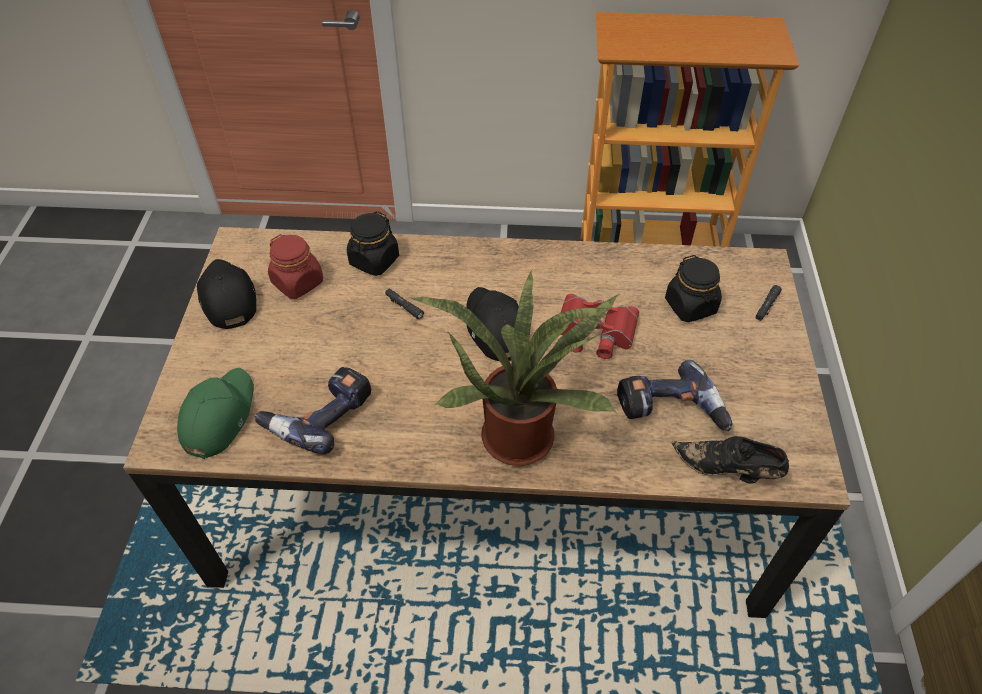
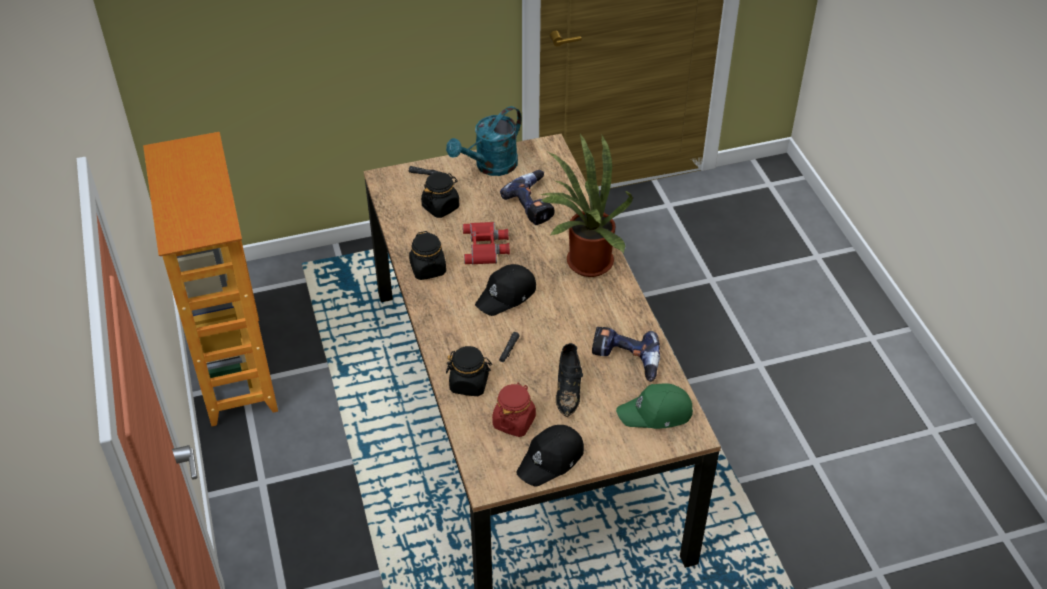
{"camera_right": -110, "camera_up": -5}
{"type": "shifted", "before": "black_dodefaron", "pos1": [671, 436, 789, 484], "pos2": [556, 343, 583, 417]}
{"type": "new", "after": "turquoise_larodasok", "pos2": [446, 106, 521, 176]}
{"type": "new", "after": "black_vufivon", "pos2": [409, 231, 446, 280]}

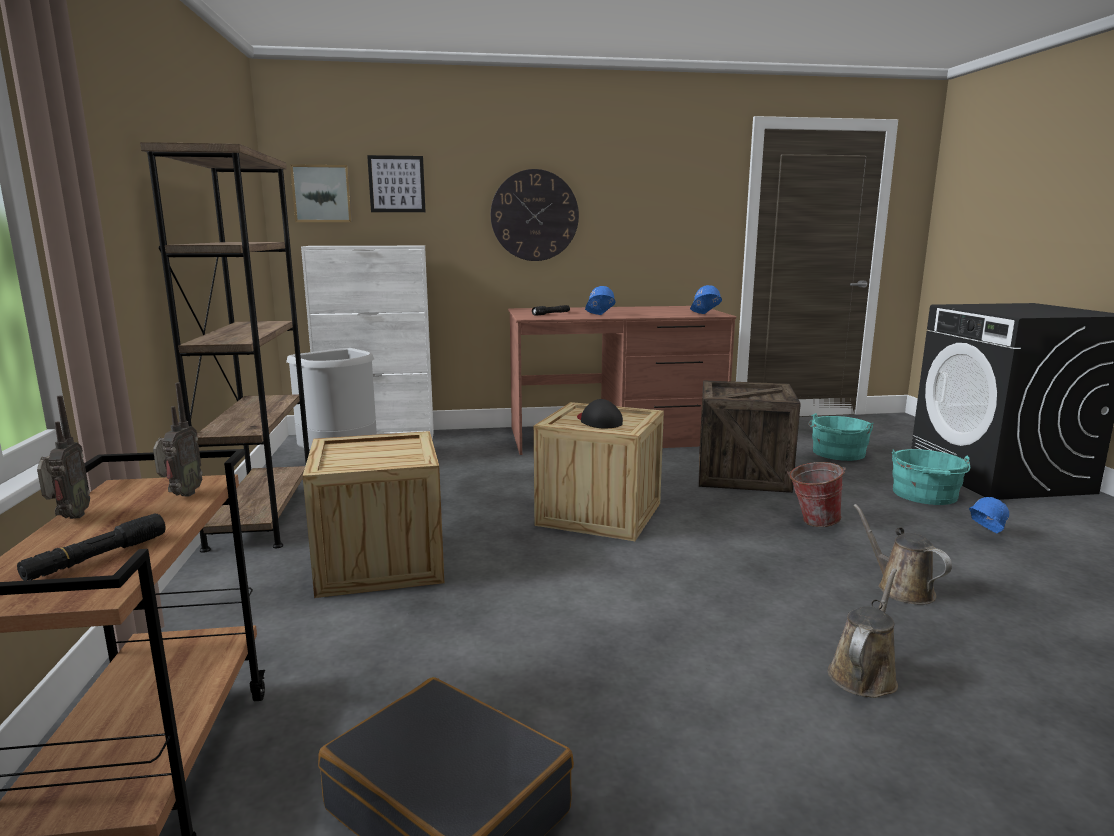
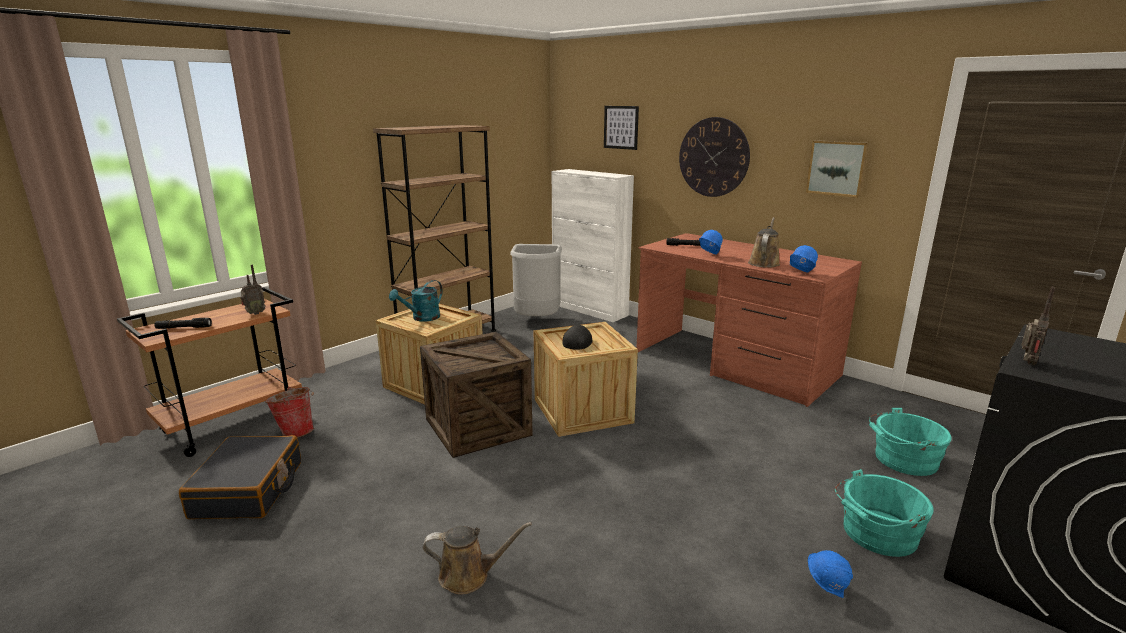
{"camera_right": 50, "camera_up": 5}
{"type": "shifted", "before": "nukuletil", "pos1": [290, 164, 352, 222], "pos2": [806, 140, 869, 198]}
{"type": "shifted", "before": "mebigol", "pos1": [699, 380, 801, 493], "pos2": [420, 332, 533, 458]}
{"type": "shifted", "before": "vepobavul", "pos1": [37, 395, 90, 519], "pos2": [1021, 287, 1055, 365]}
{"type": "shifted", "before": "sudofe", "pos1": [787, 462, 846, 527], "pos2": [265, 387, 314, 438]}
{"type": "shifted", "before": "brown_larodasok", "pos1": [853, 504, 952, 604], "pos2": [748, 217, 780, 268]}
{"type": "new", "after": "turquoise_larodasok", "pos2": [389, 280, 443, 322]}

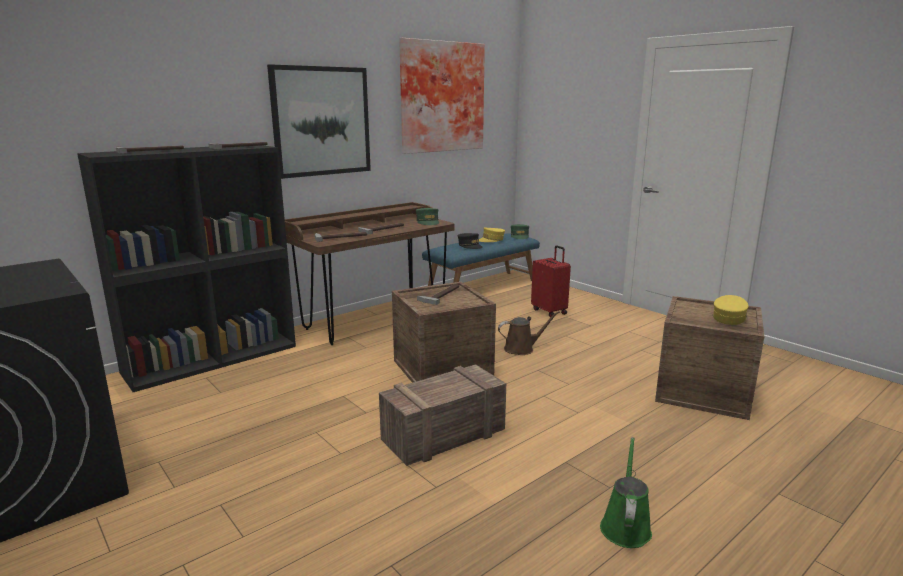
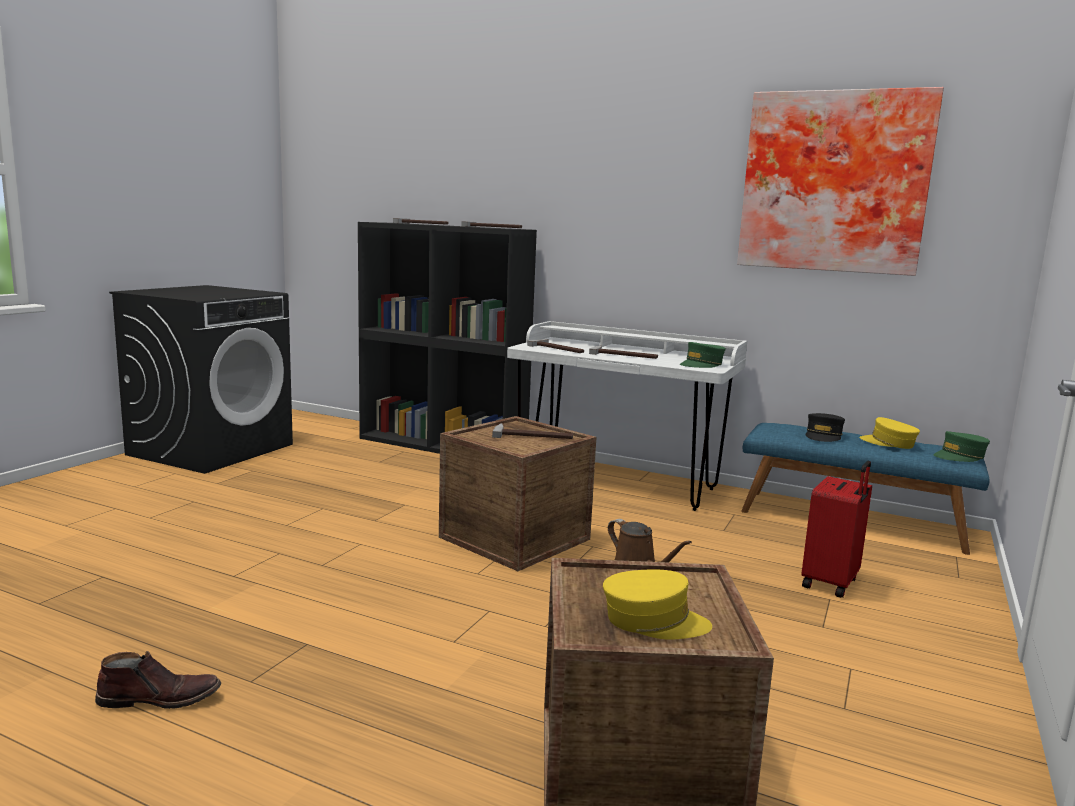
{"camera_right": 65, "camera_up": -5}
{"type": "gone", "before": "nukuletil", "pos1": [267, 64, 371, 179]}
{"type": "repainted", "before": "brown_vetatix", "after": "white_vetatix", "pos1": [285, 202, 455, 345], "pos2": [507, 321, 747, 511]}
{"type": "gone", "before": "mebigol", "pos1": [379, 364, 506, 466]}
{"type": "swapped", "before": "green_larodasok", "after": "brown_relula", "pos1": [600, 437, 652, 548], "pos2": [95, 651, 221, 709]}

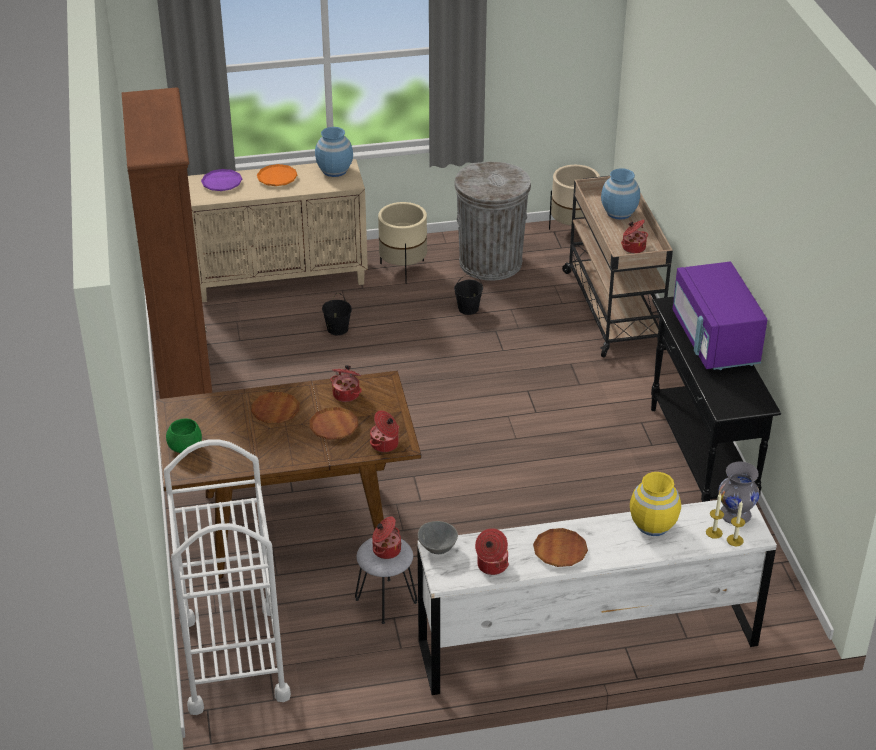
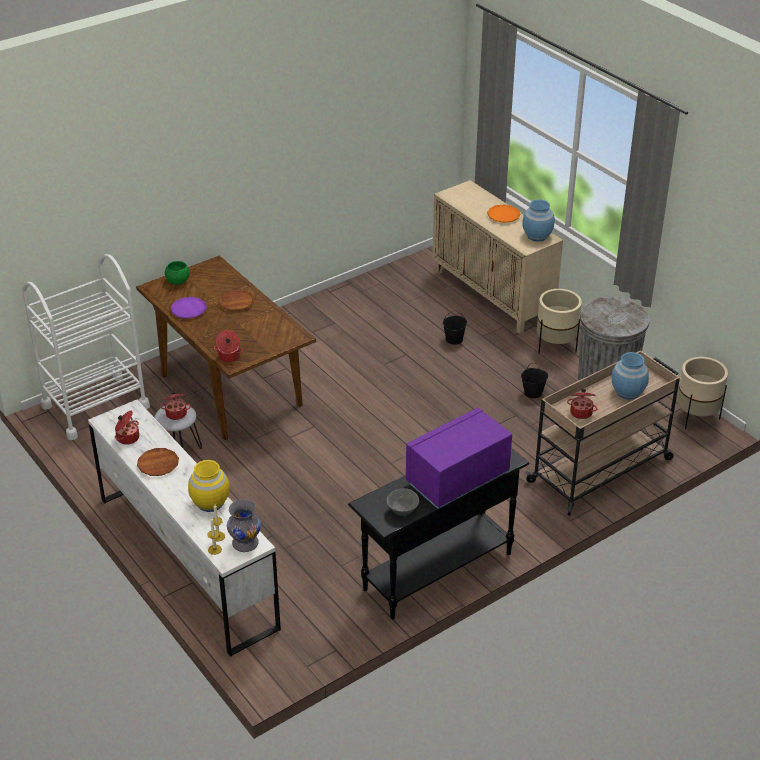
{"camera_right": 65, "camera_up": 0}
{"type": "gone", "before": "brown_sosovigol", "pos1": [121, 87, 212, 399]}
{"type": "shifted", "before": "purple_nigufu", "pos1": [201, 169, 242, 191], "pos2": [170, 297, 207, 319]}
{"type": "gone", "before": "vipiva", "pos1": [330, 365, 362, 402]}
{"type": "gone", "before": "brown_nigufu", "pos1": [309, 407, 358, 440]}
{"type": "shifted", "before": "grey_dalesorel", "pos1": [418, 521, 458, 554], "pos2": [387, 488, 419, 516]}

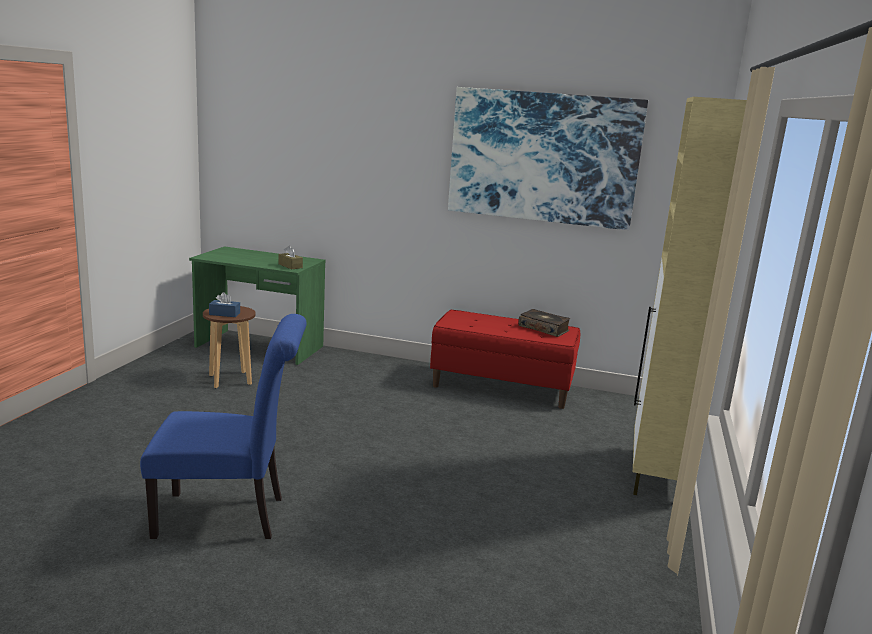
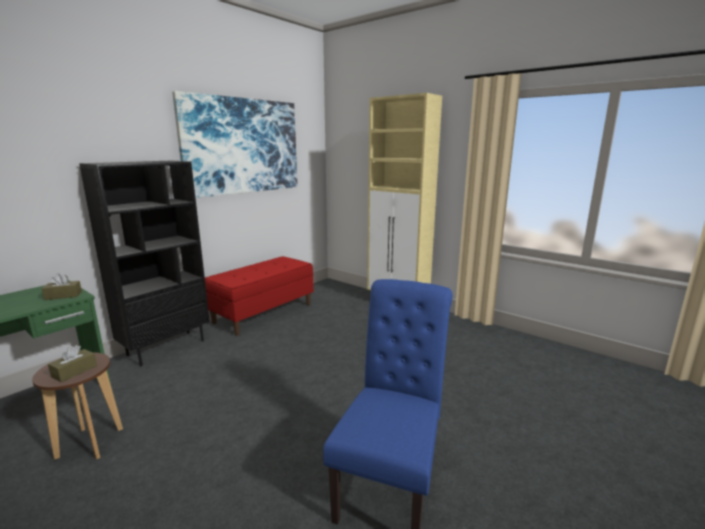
{"camera_right": -65, "camera_up": 0}
{"type": "repainted", "before": "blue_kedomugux", "after": "brown_kedomugux", "pos1": [209, 292, 240, 317], "pos2": [48, 345, 97, 382]}
{"type": "gone", "before": "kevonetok", "pos1": [518, 309, 570, 337]}
{"type": "new", "after": "black_sosovigol", "pos2": [79, 161, 210, 366]}

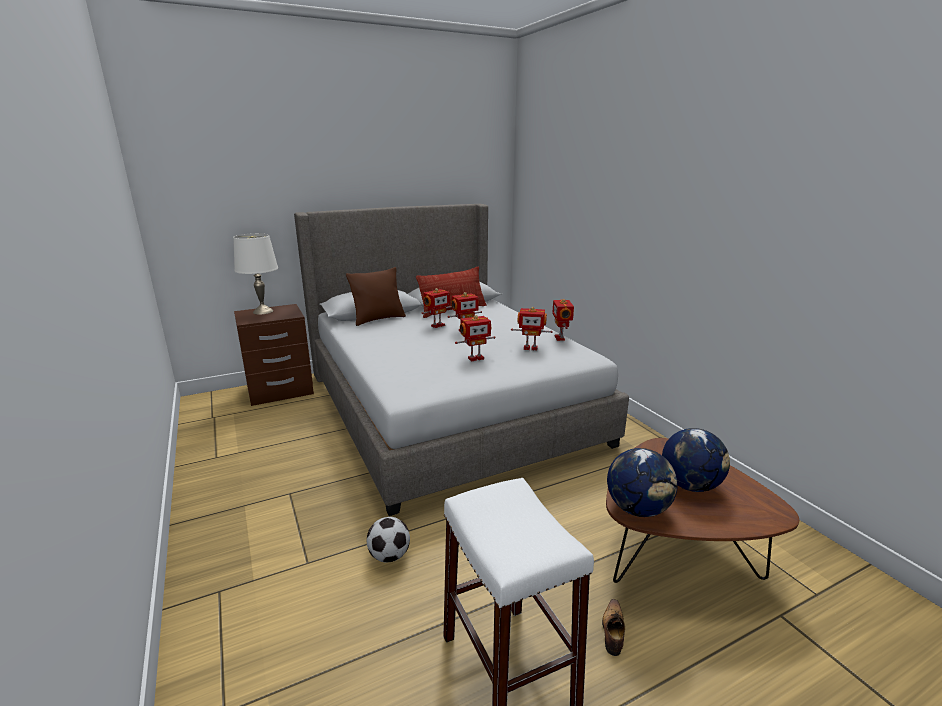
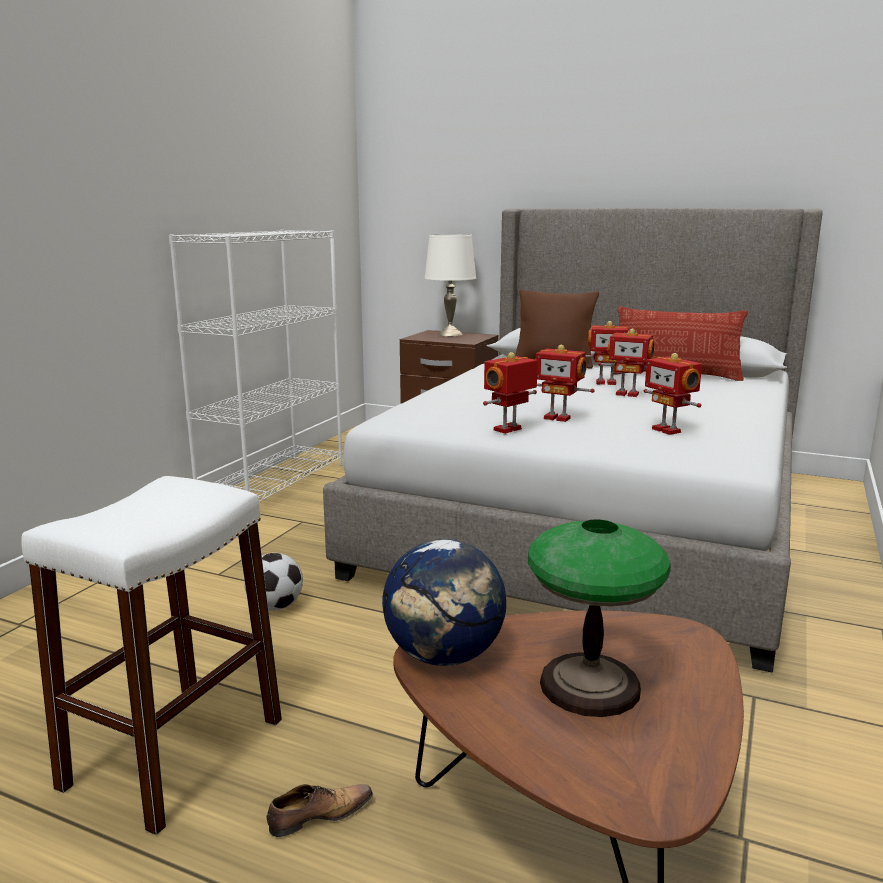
{"camera_right": 50, "camera_up": -5}
{"type": "shifted", "before": "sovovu", "pos1": [552, 299, 574, 341], "pos2": [483, 352, 538, 434]}
{"type": "swapped", "before": "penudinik", "after": "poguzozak", "pos1": [662, 428, 730, 492], "pos2": [528, 519, 671, 717]}
{"type": "new", "after": "white_sosovigol", "pos2": [169, 230, 343, 502]}

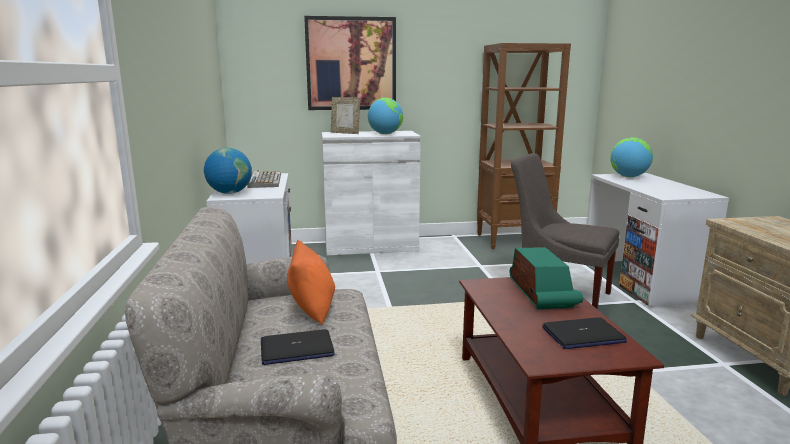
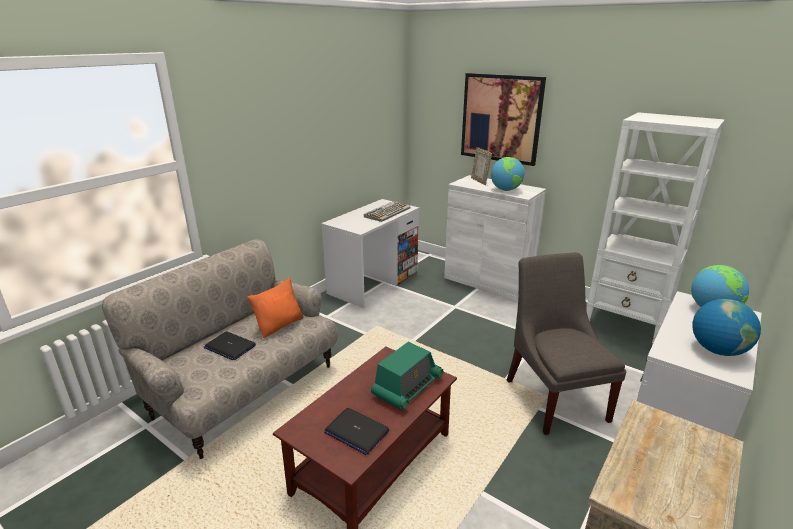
{"camera_right": 45, "camera_up": 10}
{"type": "repainted", "before": "brown_sosovigol", "after": "white_sosovigol", "pos1": [477, 43, 571, 249], "pos2": [586, 112, 725, 345]}
{"type": "shifted", "before": "penudinik", "pos1": [204, 148, 252, 194], "pos2": [692, 299, 761, 356]}

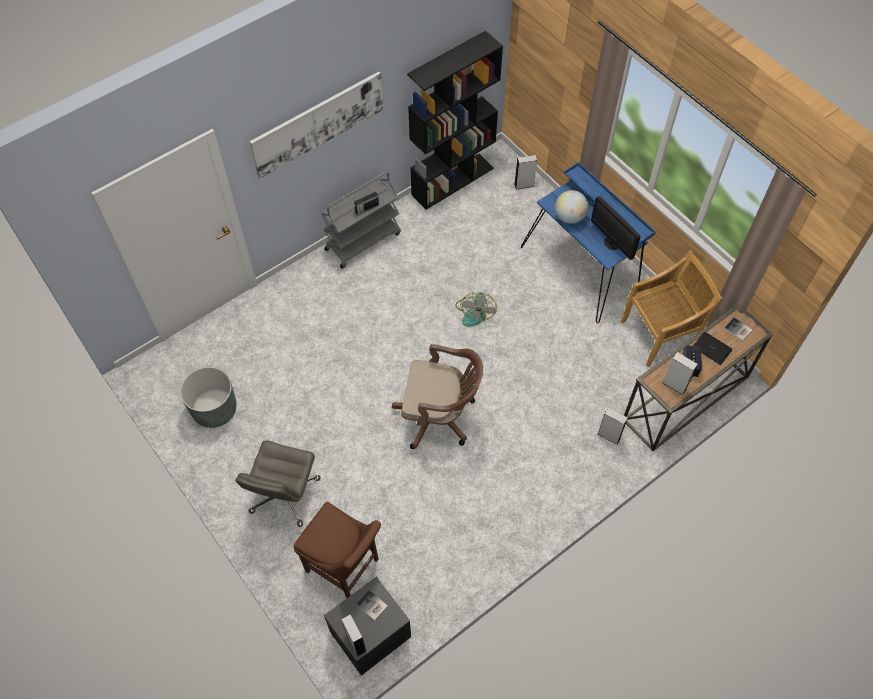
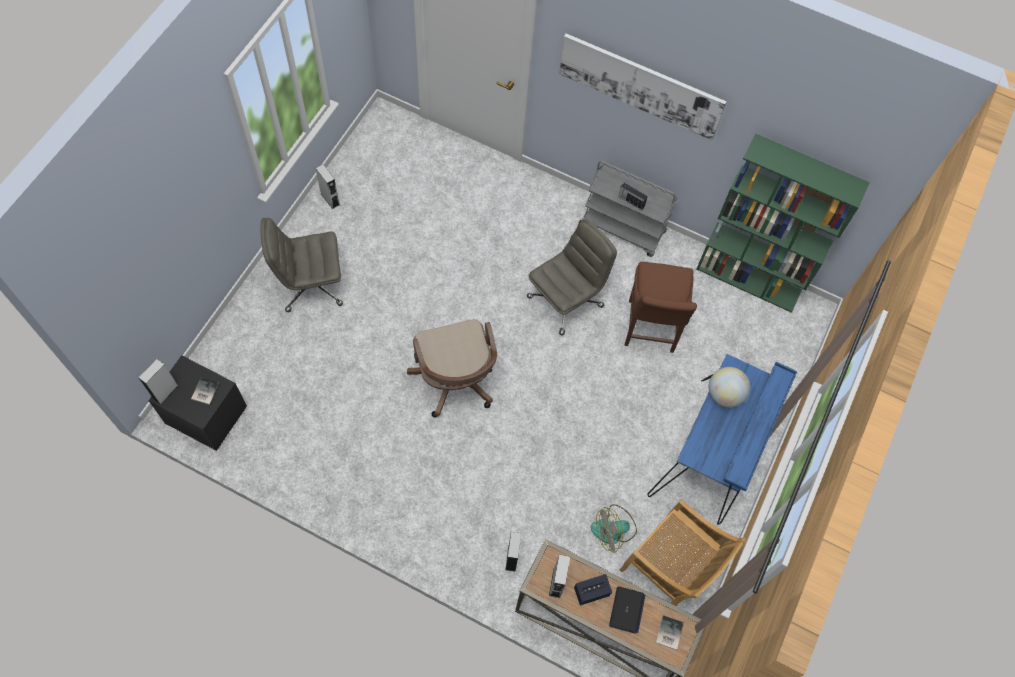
{"camera_right": 60, "camera_up": 5}
{"type": "repainted", "before": "black_sosovigol", "after": "green_sosovigol", "pos1": [407, 31, 503, 210], "pos2": [697, 133, 870, 313]}
{"type": "shifted", "before": "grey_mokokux", "pos1": [514, 155, 537, 190], "pos2": [315, 164, 340, 209]}
{"type": "gone", "before": "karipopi", "pos1": [591, 196, 640, 260]}
{"type": "shifted", "before": "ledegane", "pos1": [456, 292, 497, 327], "pos2": [591, 504, 637, 552]}
{"type": "gone", "before": "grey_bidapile", "pos1": [180, 367, 237, 428]}
{"type": "shifted", "before": "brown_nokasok", "pos1": [293, 502, 381, 598], "pos2": [625, 262, 697, 353]}
{"type": "new", "after": "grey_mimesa", "pos2": [527, 219, 617, 335]}

